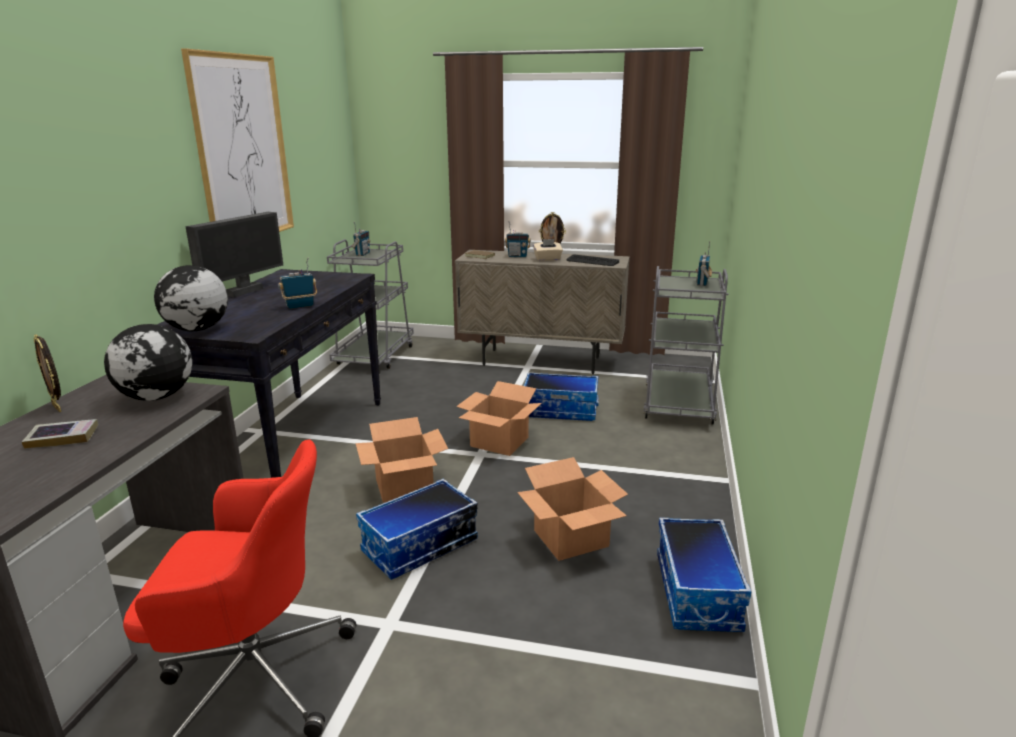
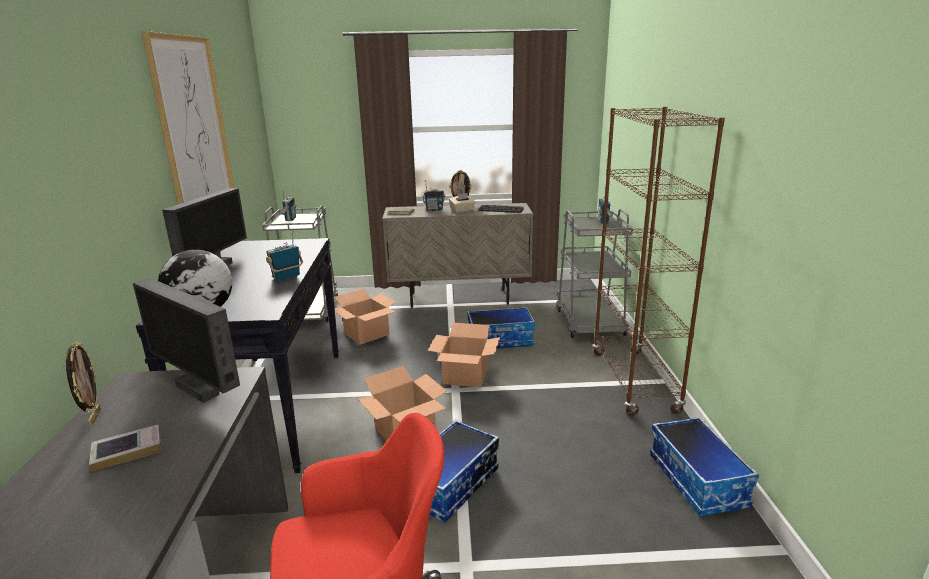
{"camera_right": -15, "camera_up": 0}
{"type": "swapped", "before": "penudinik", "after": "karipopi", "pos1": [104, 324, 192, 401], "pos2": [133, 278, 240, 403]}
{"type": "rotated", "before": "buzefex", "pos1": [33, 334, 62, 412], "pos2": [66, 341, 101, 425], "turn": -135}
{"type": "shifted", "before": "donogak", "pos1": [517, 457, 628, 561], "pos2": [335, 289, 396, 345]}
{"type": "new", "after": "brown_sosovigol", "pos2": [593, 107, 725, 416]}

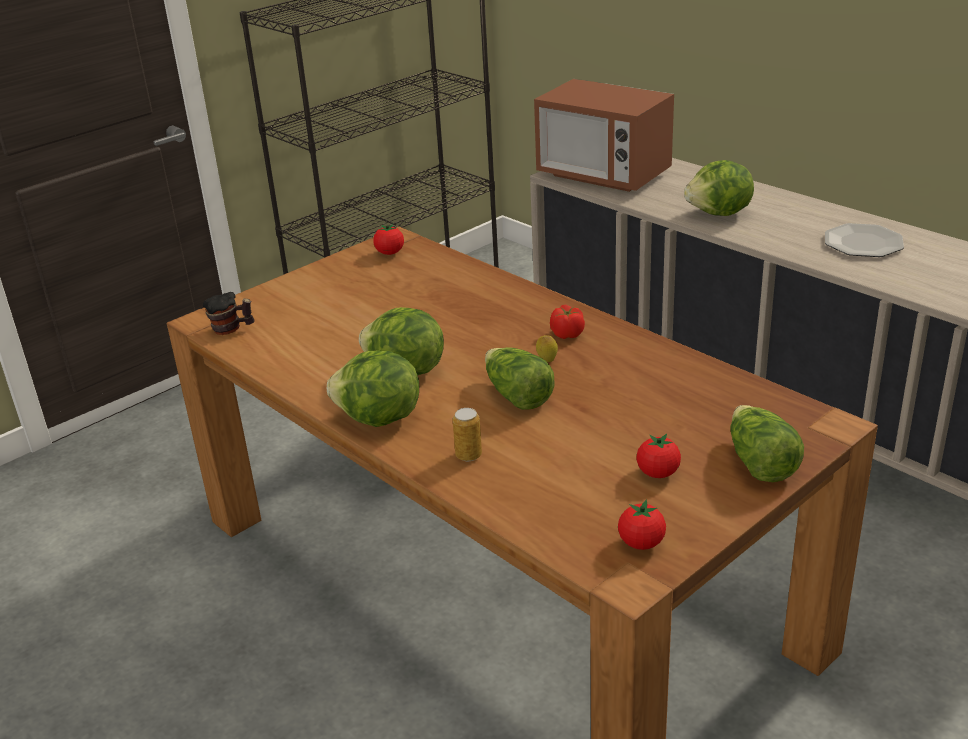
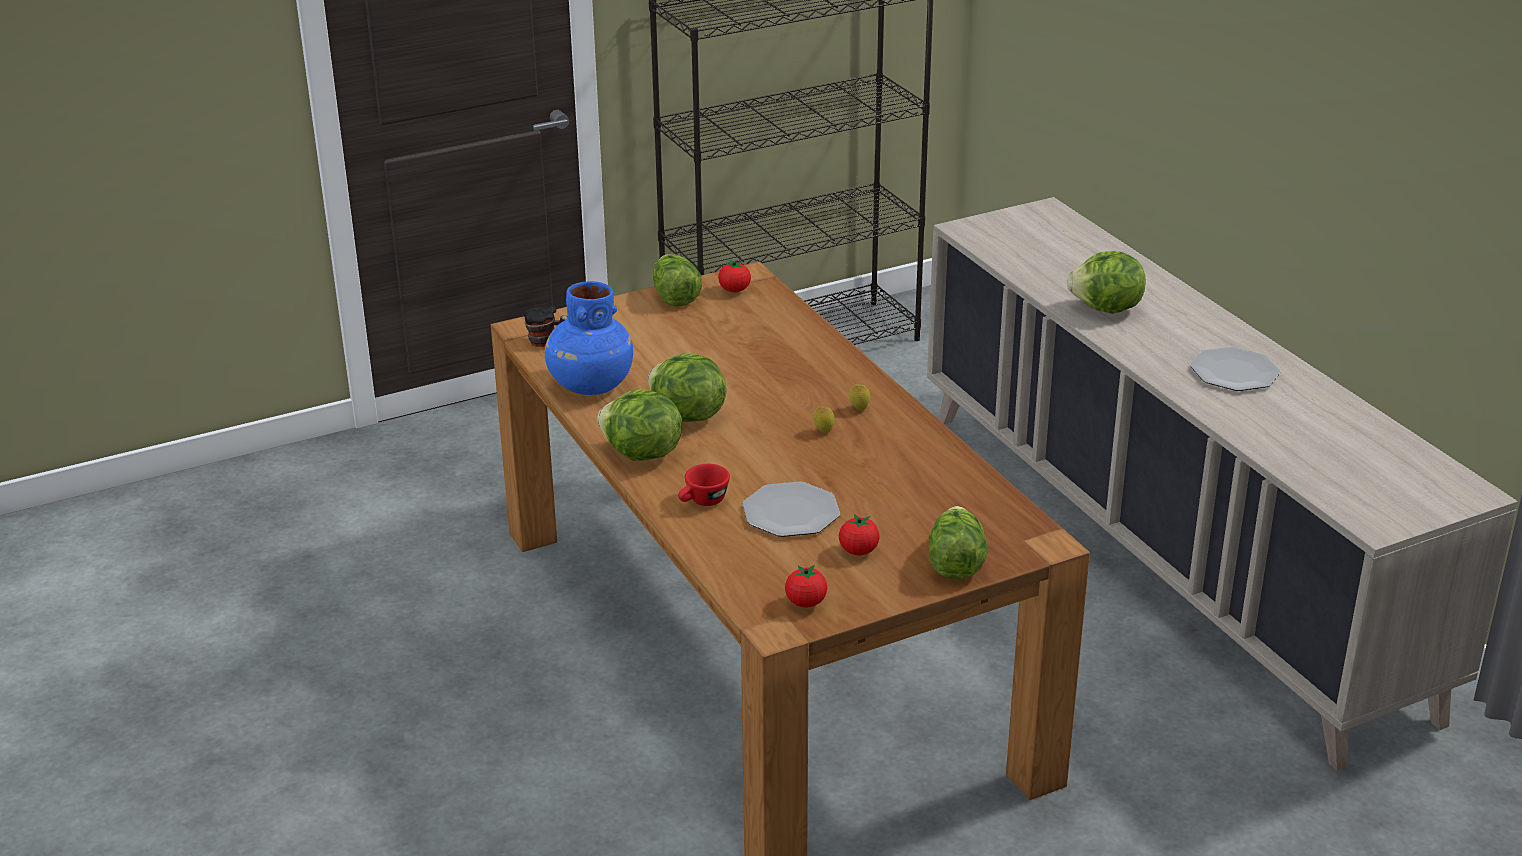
{"camera_right": 15, "camera_up": 0}
{"type": "gone", "before": "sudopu", "pos1": [534, 79, 674, 192]}
{"type": "swapped", "before": "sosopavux", "after": "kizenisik", "pos1": [550, 305, 585, 339], "pos2": [849, 384, 870, 410]}
{"type": "shifted", "before": "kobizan", "pos1": [485, 347, 555, 410], "pos2": [653, 254, 702, 307]}
{"type": "swapped", "before": "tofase", "after": "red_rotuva", "pos1": [453, 408, 482, 461], "pos2": [678, 464, 730, 506]}
{"type": "new", "after": "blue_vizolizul", "pos2": [545, 281, 633, 395]}
{"type": "new", "after": "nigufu", "pos2": [743, 482, 840, 537]}

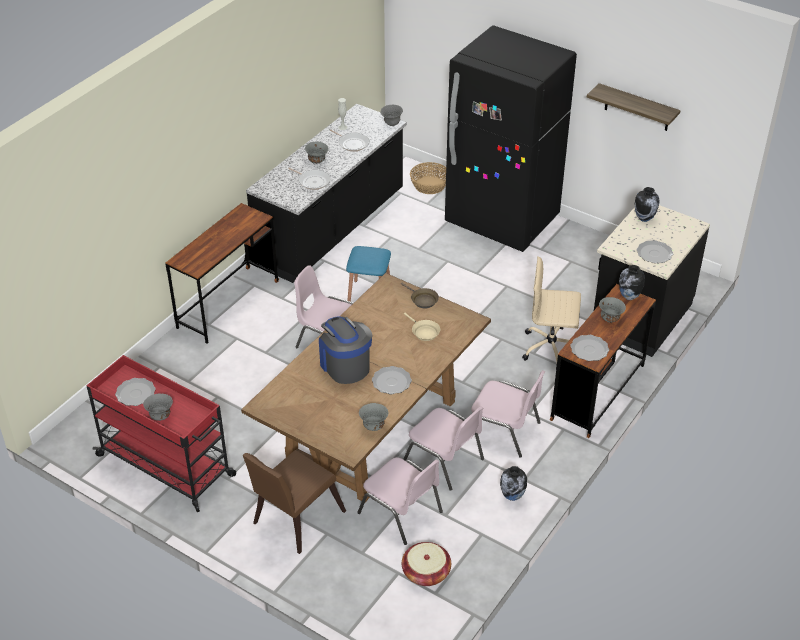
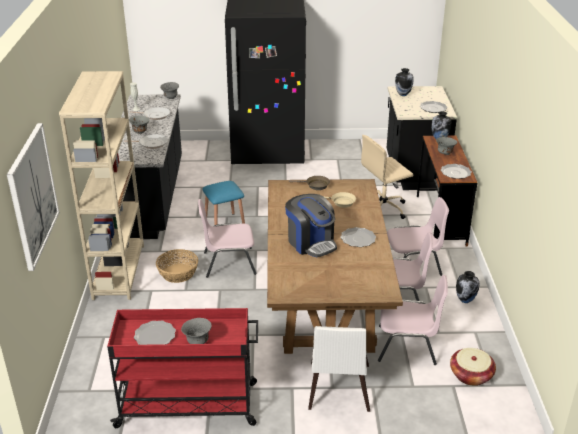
{"camera_right": -35, "camera_up": -10}
{"type": "gone", "before": "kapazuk", "pos1": [587, 83, 681, 131]}
{"type": "shifted", "before": "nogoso", "pos1": [410, 162, 446, 194], "pos2": [156, 249, 198, 283]}
{"type": "swapped", "before": "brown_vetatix", "after": "beige_sosovigol", "pos1": [166, 203, 279, 344], "pos2": [59, 71, 144, 300]}
{"type": "rotated", "before": "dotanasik", "pos1": [319, 316, 372, 384], "pos2": [285, 194, 337, 257], "turn": -150}
{"type": "gone", "before": "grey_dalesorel", "pos1": [359, 403, 388, 431]}
{"type": "repainted", "before": "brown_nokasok", "after": "white_nokasok", "pos1": [243, 450, 346, 554], "pos2": [308, 326, 370, 412]}
{"type": "new", "after": "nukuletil", "pos2": [7, 123, 59, 271]}

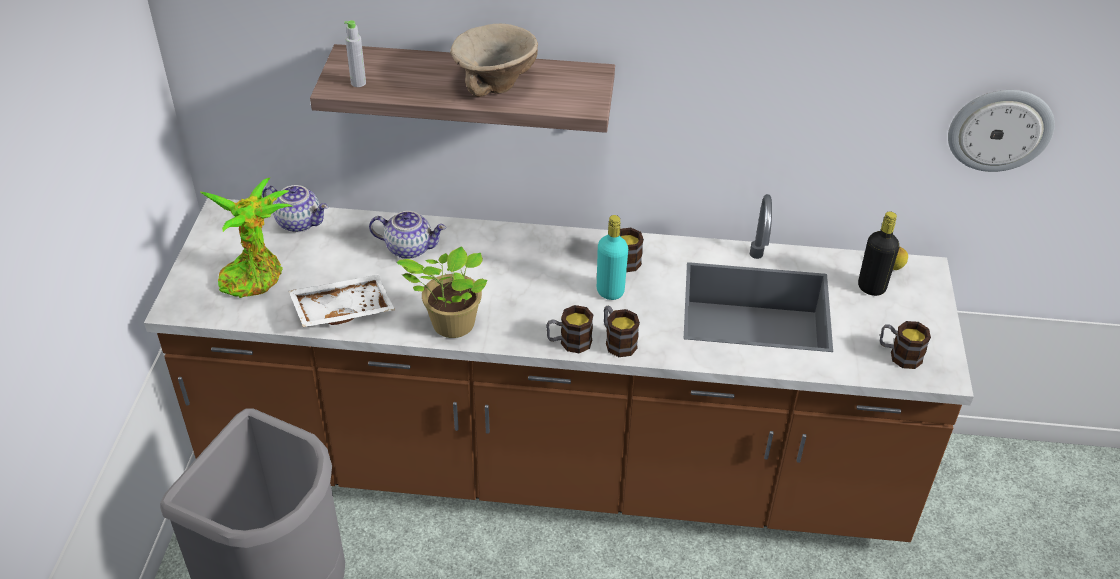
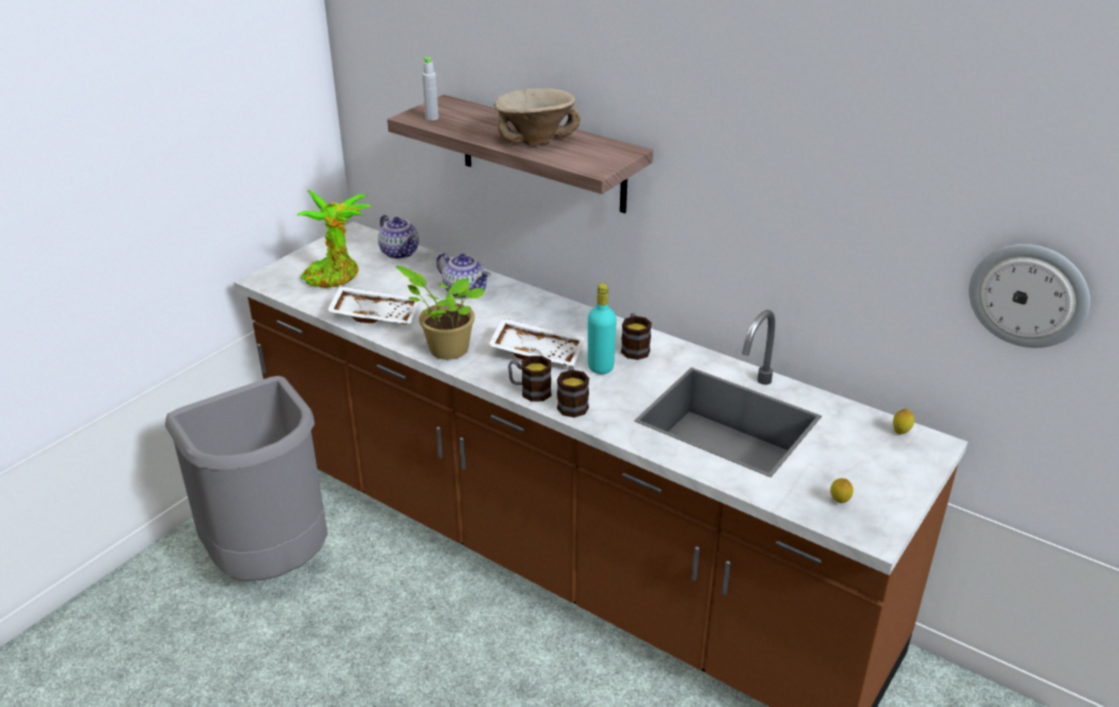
{"camera_right": 30, "camera_up": -10}
{"type": "gone", "before": "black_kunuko", "pos1": [858, 211, 899, 296]}
{"type": "swapped", "before": "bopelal", "after": "kizenisik", "pos1": [880, 321, 931, 369], "pos2": [830, 478, 853, 503]}
{"type": "new", "after": "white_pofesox", "pos2": [488, 318, 585, 367]}

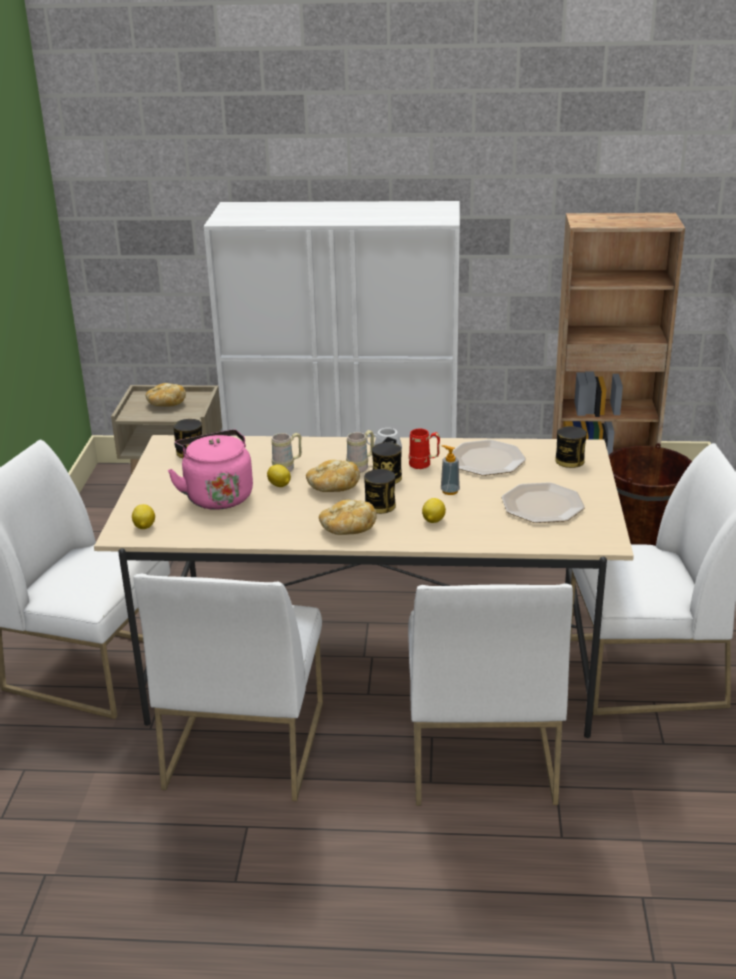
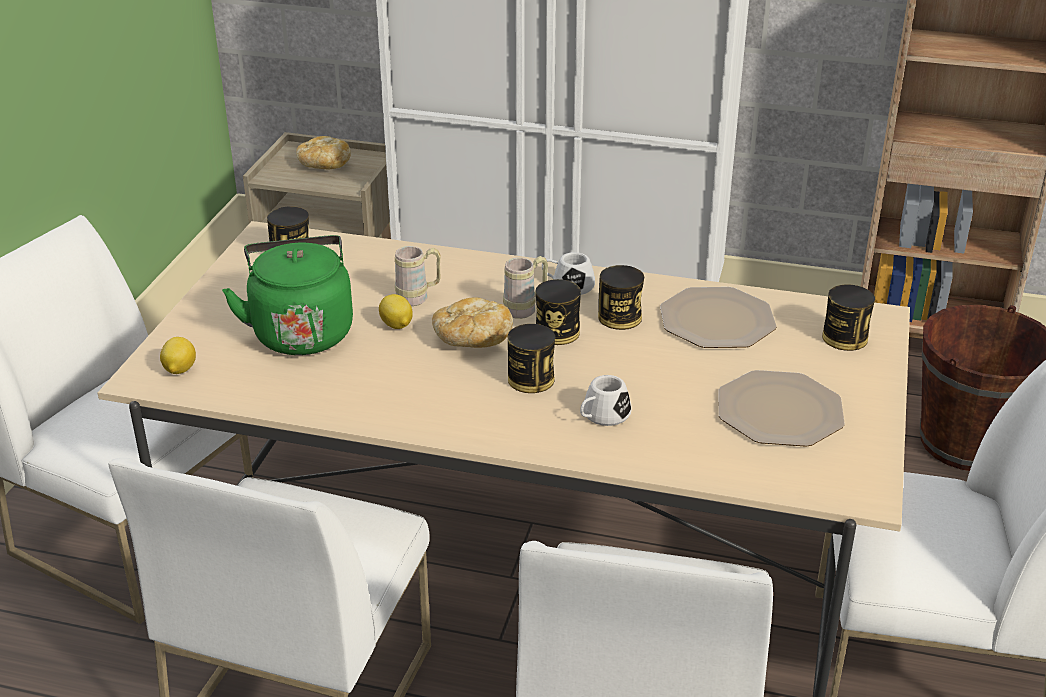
{"camera_right": 10, "camera_up": 5}
{"type": "repainted", "before": "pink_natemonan", "after": "green_natemonan", "pos1": [168, 429, 253, 510], "pos2": [222, 235, 353, 355]}
{"type": "swapped", "before": "red_bopelal", "after": "tofase", "pos1": [409, 429, 440, 469], "pos2": [598, 265, 644, 330]}
{"type": "gone", "before": "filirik", "pos1": [441, 445, 460, 495]}
{"type": "swapped", "before": "kizenisik", "after": "white_bopelal", "pos1": [422, 498, 446, 523], "pos2": [580, 375, 631, 426]}
{"type": "gone", "before": "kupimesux", "pos1": [319, 500, 377, 535]}

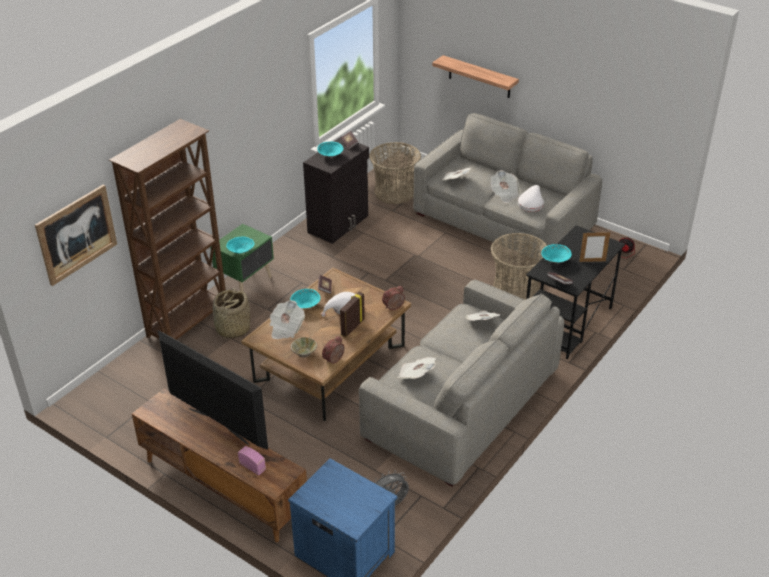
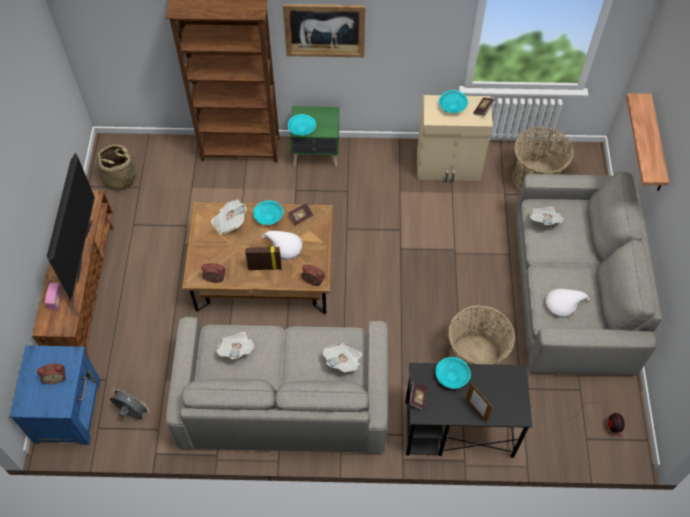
{"camera_right": 55, "camera_up": 20}
{"type": "repainted", "before": "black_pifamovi", "after": "beige_pifamovi", "pos1": [303, 137, 369, 244], "pos2": [417, 95, 493, 182]}
{"type": "gone", "before": "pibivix", "pos1": [490, 170, 520, 203]}
{"type": "shifted", "before": "nukuletil", "pos1": [35, 185, 117, 286], "pos2": [283, 4, 366, 57]}
{"type": "shifted", "before": "nogoso", "pos1": [213, 288, 250, 339], "pos2": [92, 144, 140, 191]}
{"type": "gone", "before": "beige_dalesorel", "pos1": [291, 337, 317, 358]}
{"type": "new", "after": "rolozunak", "pos2": [37, 364, 65, 384]}

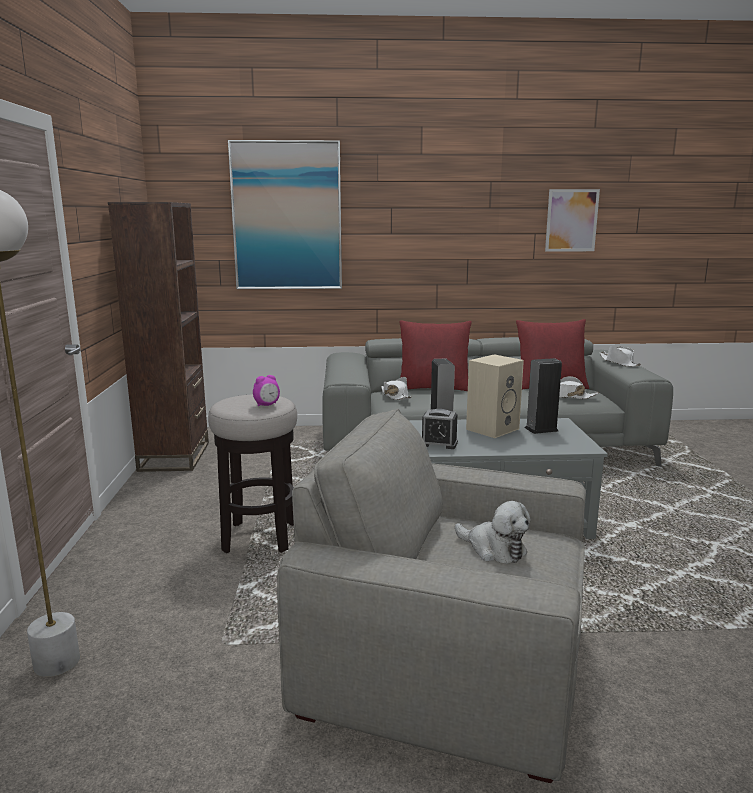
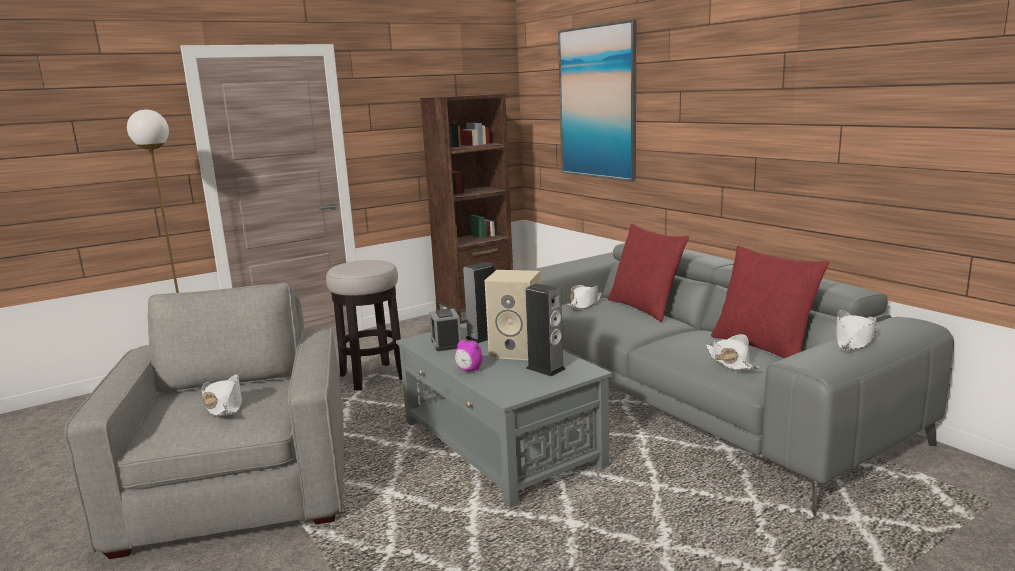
{"camera_right": 60, "camera_up": 0}
{"type": "gone", "before": "nukuletil", "pos1": [545, 189, 600, 251]}
{"type": "shifted", "before": "rolozunak", "pos1": [253, 375, 280, 406], "pos2": [455, 340, 483, 372]}
{"type": "swapped", "before": "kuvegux", "after": "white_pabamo", "pos1": [455, 501, 531, 564], "pos2": [201, 374, 242, 417]}

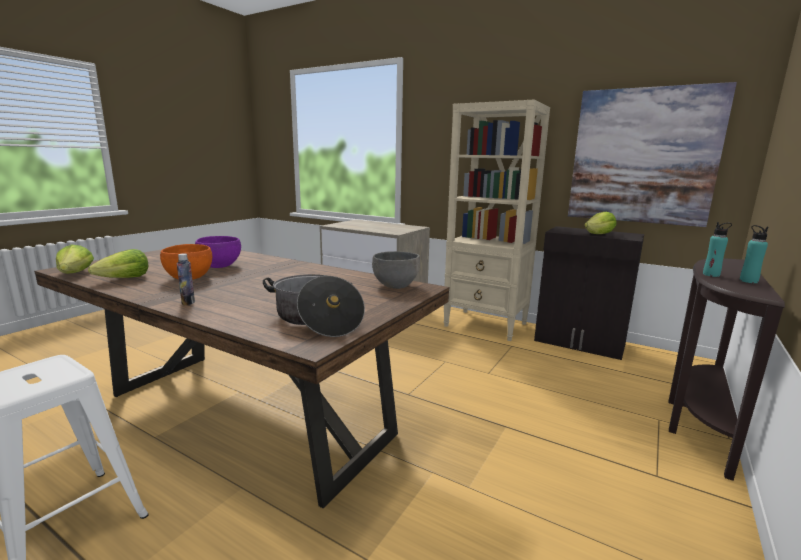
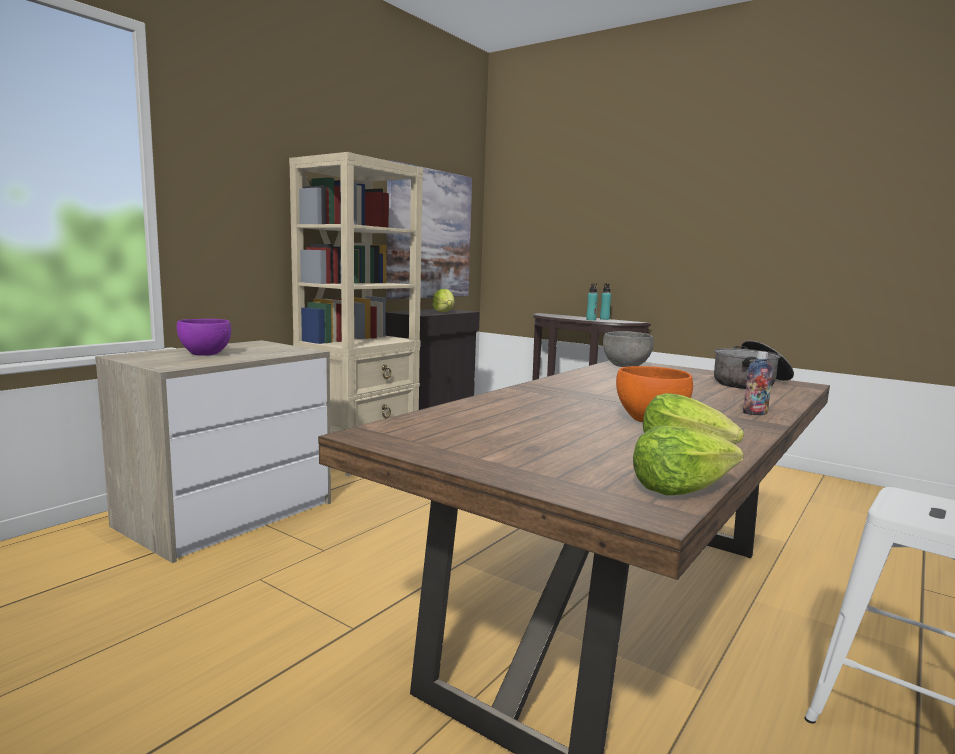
{"camera_right": -85, "camera_up": -5}
{"type": "shifted", "before": "purple_dalesorel", "pos1": [195, 236, 241, 268], "pos2": [177, 319, 231, 356]}

